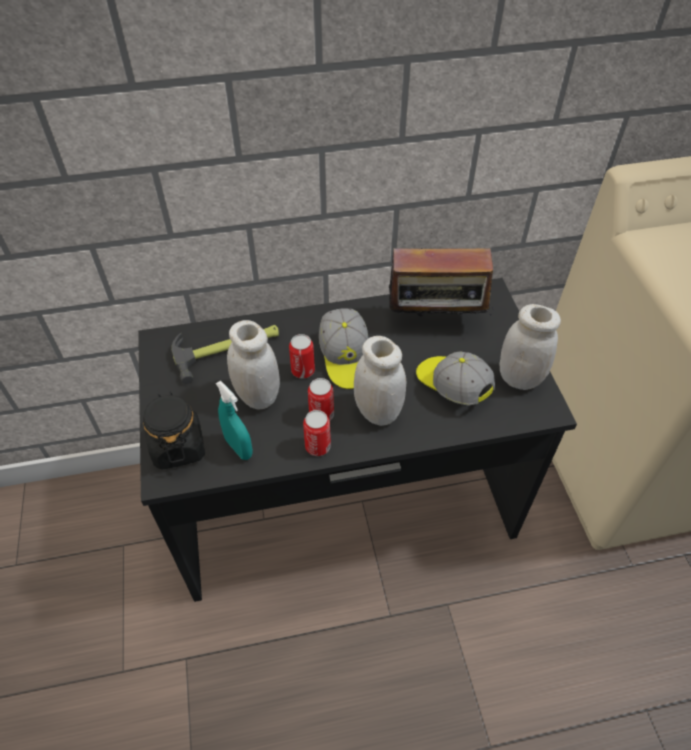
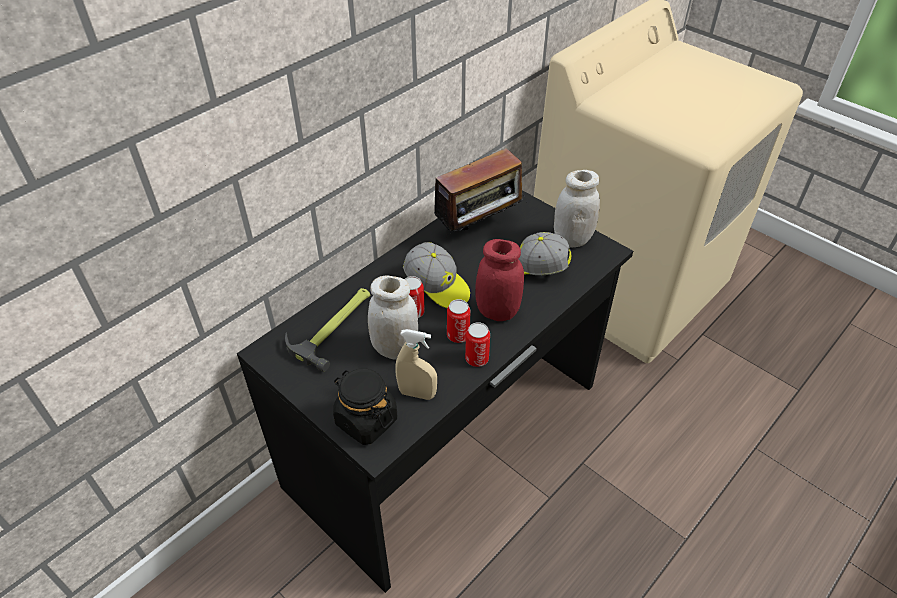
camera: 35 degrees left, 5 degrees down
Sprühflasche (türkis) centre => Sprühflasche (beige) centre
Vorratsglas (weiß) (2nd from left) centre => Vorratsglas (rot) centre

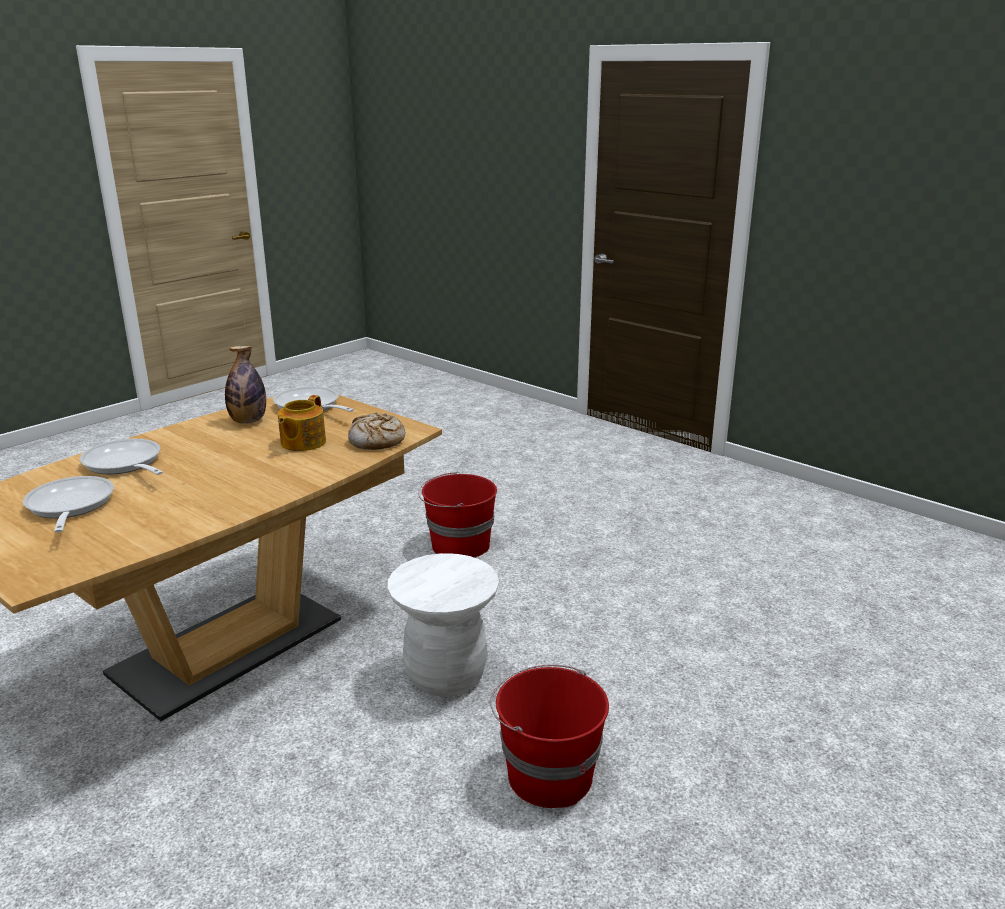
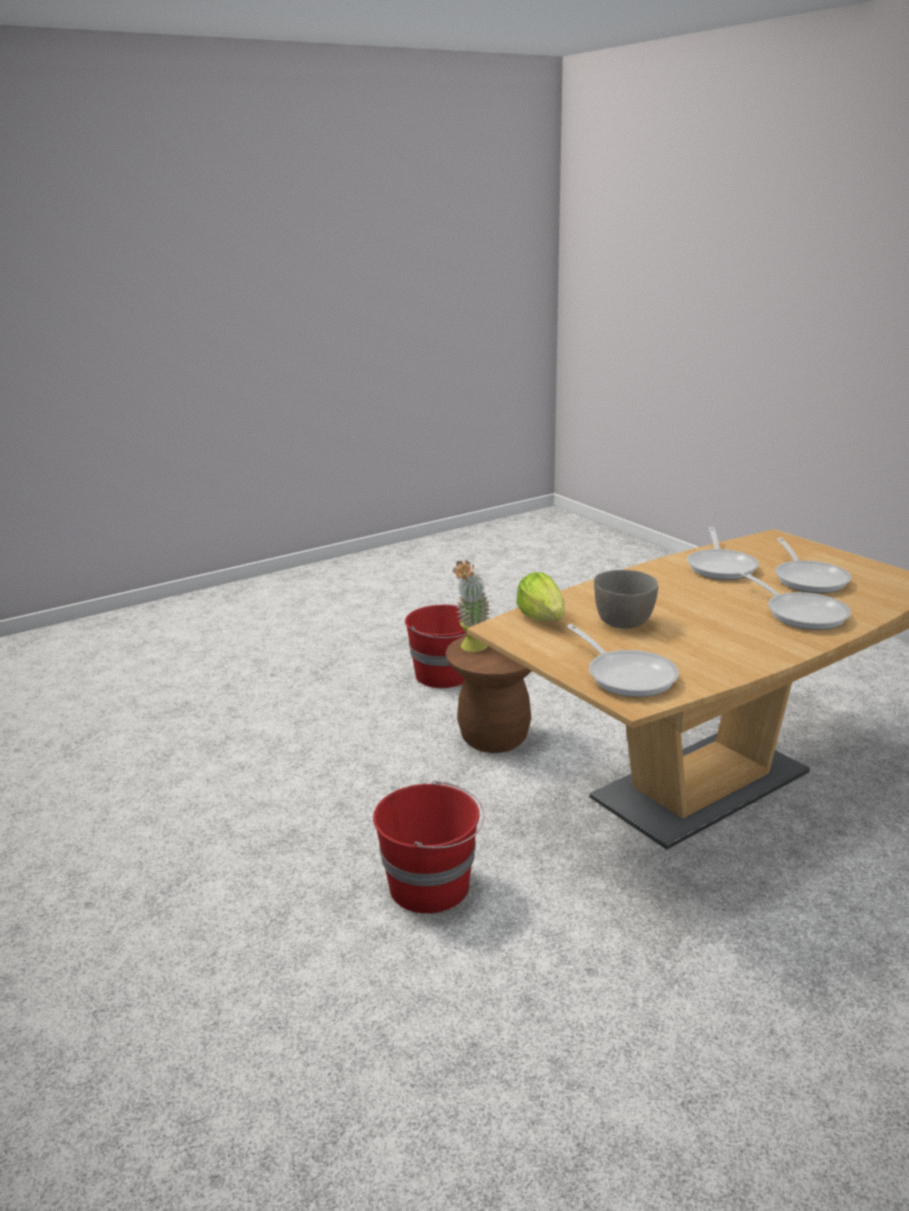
camera: 165 degrees left, 0 degrees up
Flasche middle left => nothing
nothing => Topfpflanze centre
nothing => Pfanne (2nd from left) middle right
Teekanne middle left => Schüssel (grau) middle right
Brot centre => Salatkopf centre
Hocker (weiß) bottom centre => Hocker (braun) centre

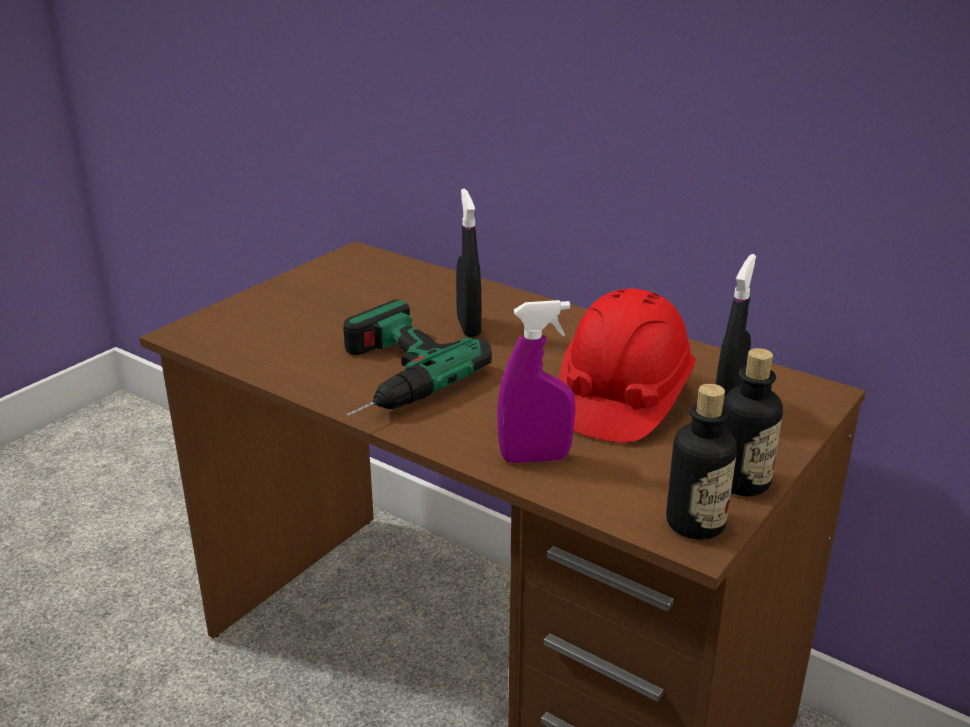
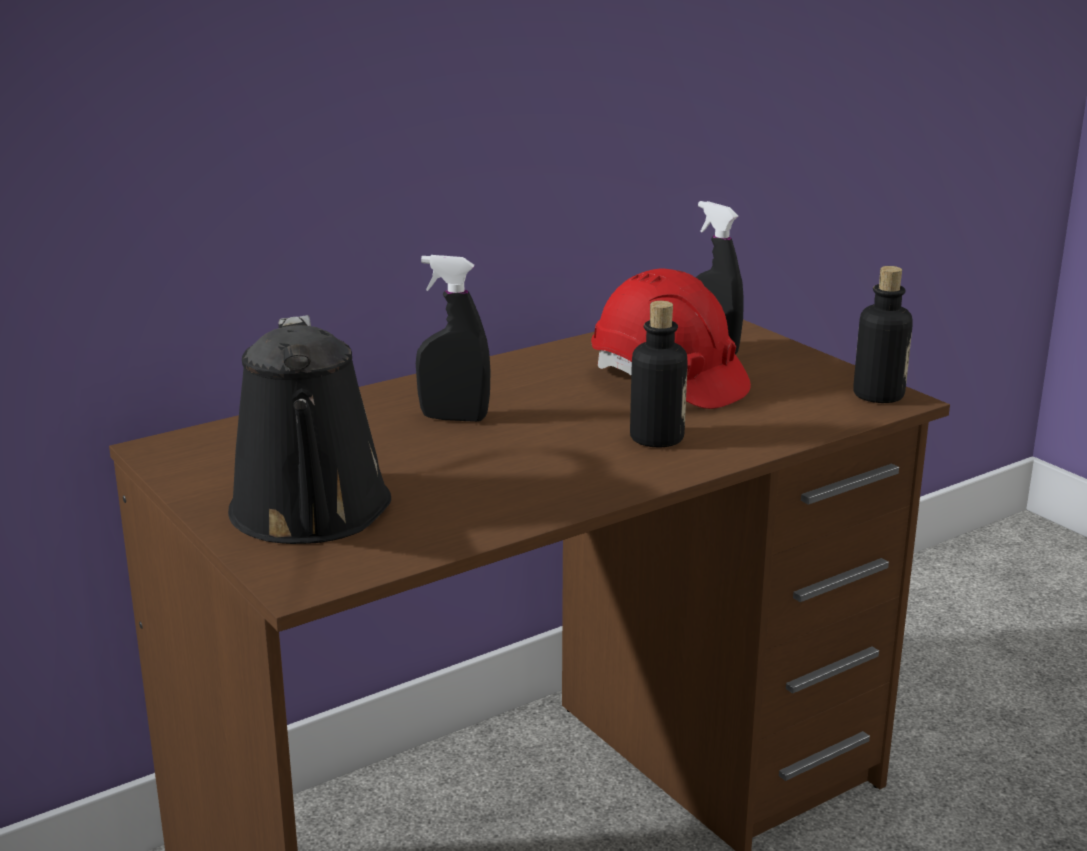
camera: 70 degrees left, 5 degrees down
Bohrmaschine centre => nothing
Sprühflasche (lila) centre => nothing
nothing => Gießkanne (schwarz) middle left
Flasche (2nd from left in the first image) middle right => Flasche (1st from left) centre, move

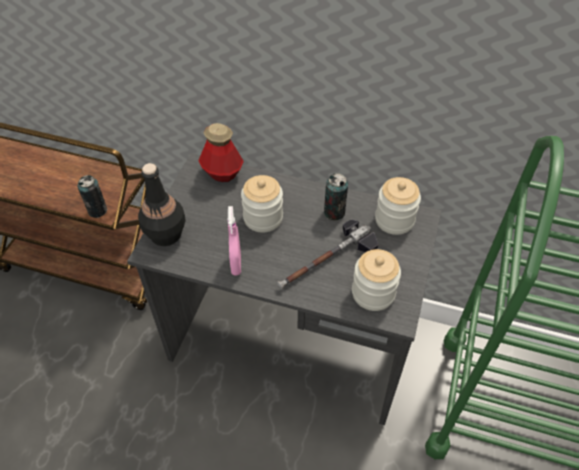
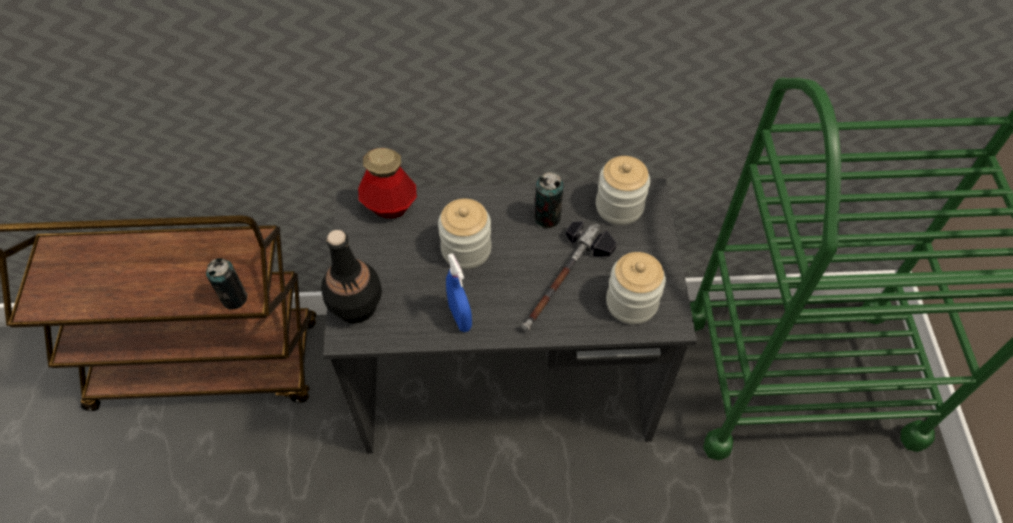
camera: 20 degrees left, 5 degrees up
Sprühflasche (rosa) centre => Sprühflasche (blau) centre

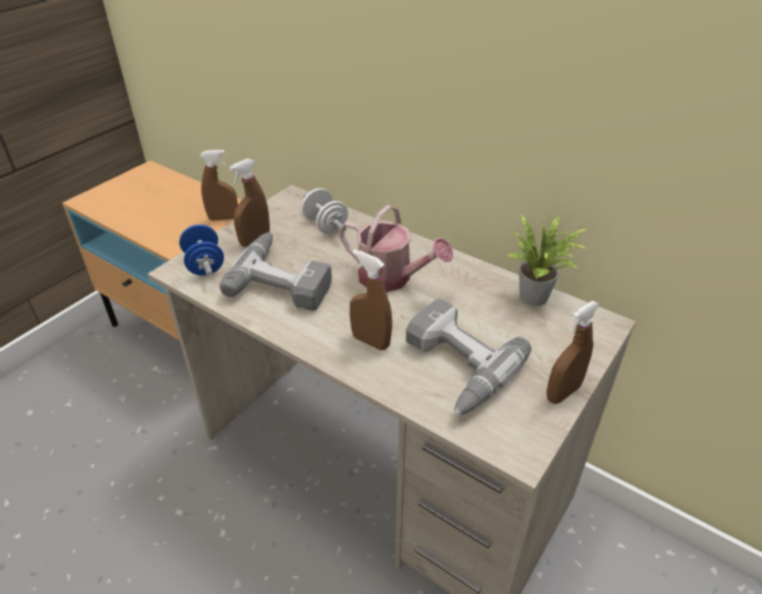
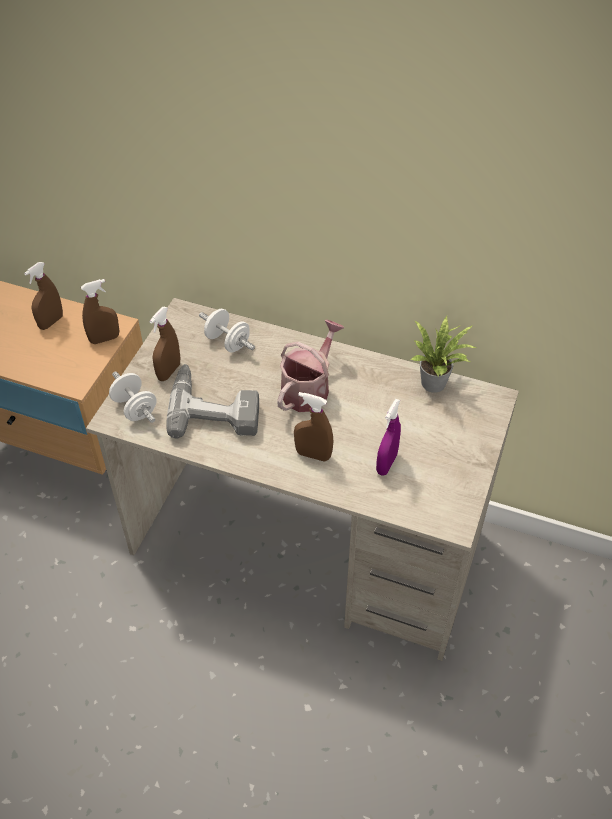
camera: 15 degrees left, 10 degrees up
Sprühflasche (braun) (4th from left in the first image) middle right => Sprühflasche (braun) (1st from left) middle left, move
Bohrmaschine (2nd from left) centre => Sprühflasche (lila) centre
Hantel (blau) middle left => Hantel (weiß) (1st from left) middle left
Gießkanne centre, 75 degrees counterclockwise

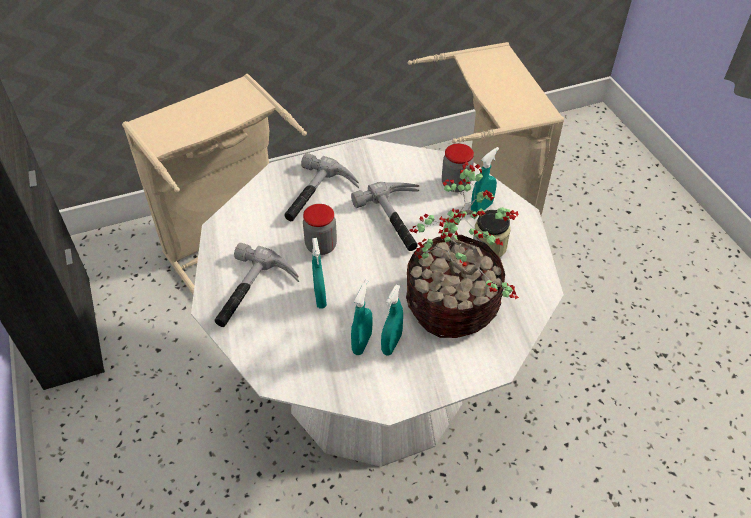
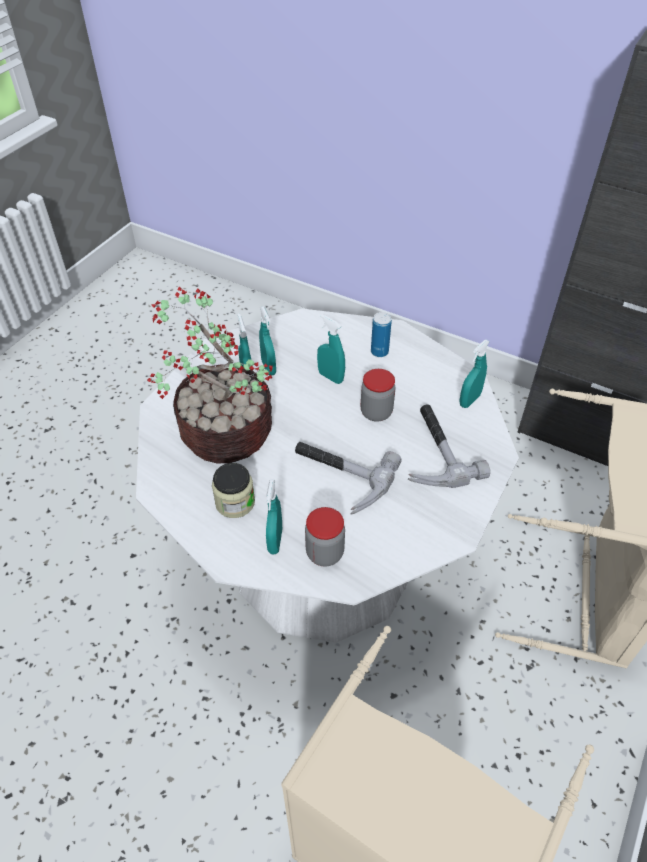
camera: 140 degrees right, 0 degrees up
nothing => Sprühflasche (türkis) (5th from left) middle right
Hammer (1st from left) centre => Dose centre

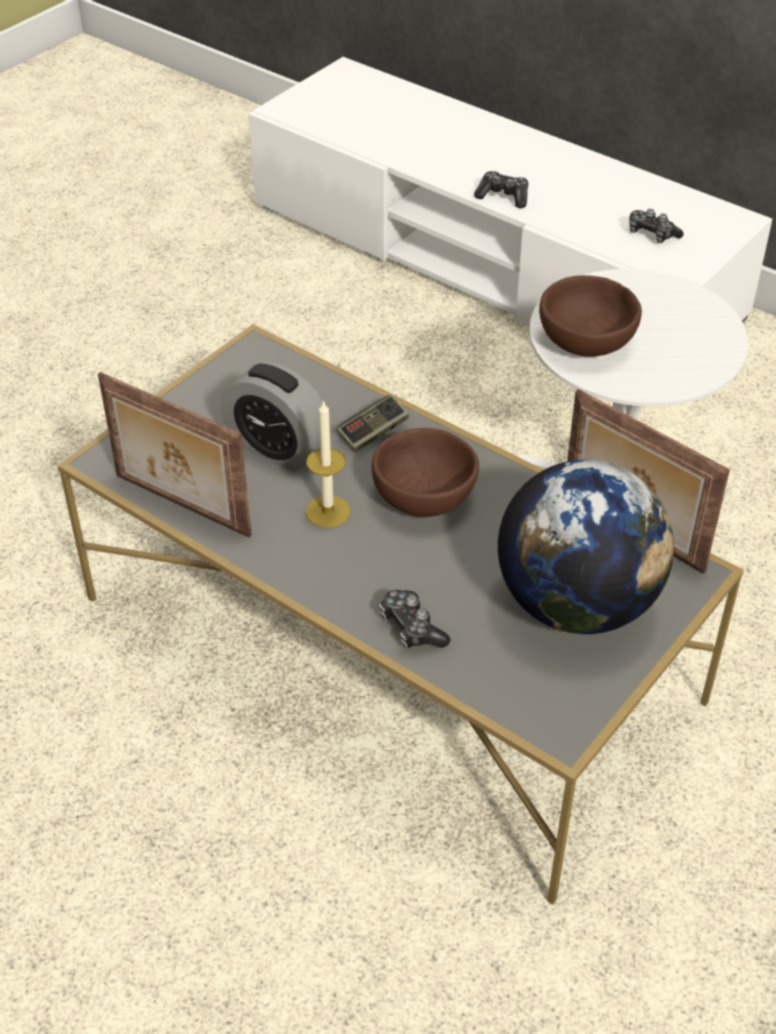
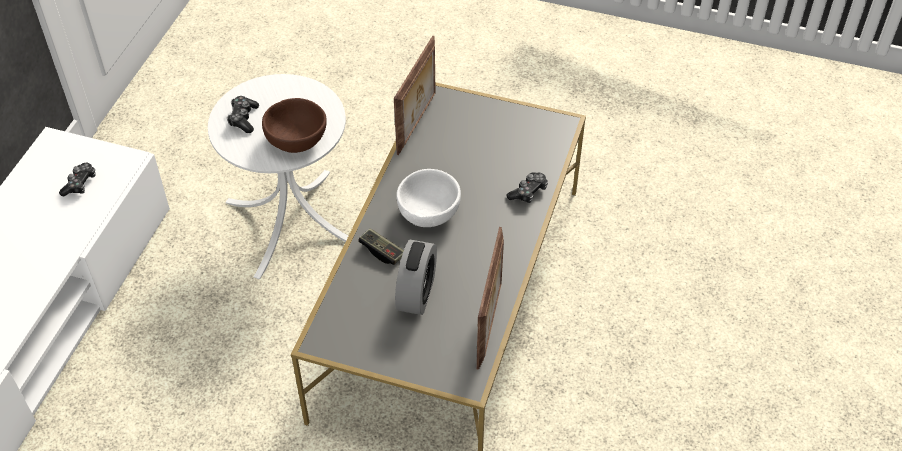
camera: 110 degrees left, 5 degrees up
Kerze centre => nothing
Globus middle right => nothing
Gamepad (3rd from left in the first image) top centre => Gamepad (2nd from left) top left, move
Schüssel (braun) (1st from left) centre => Schüssel (weiß) centre

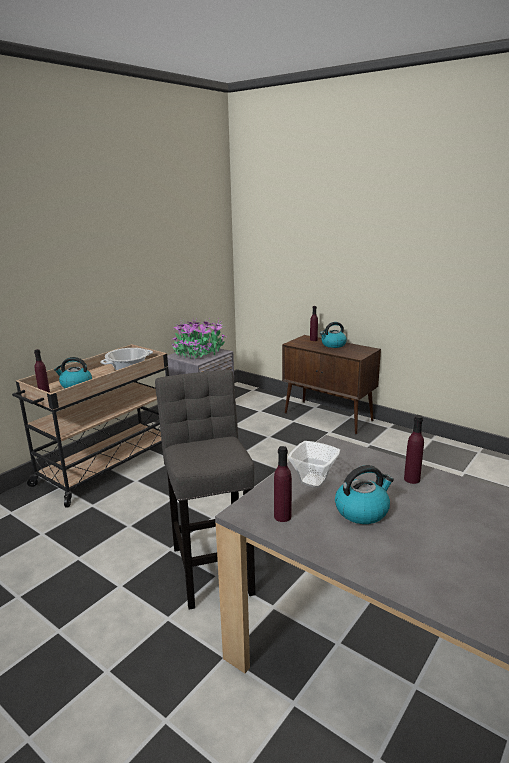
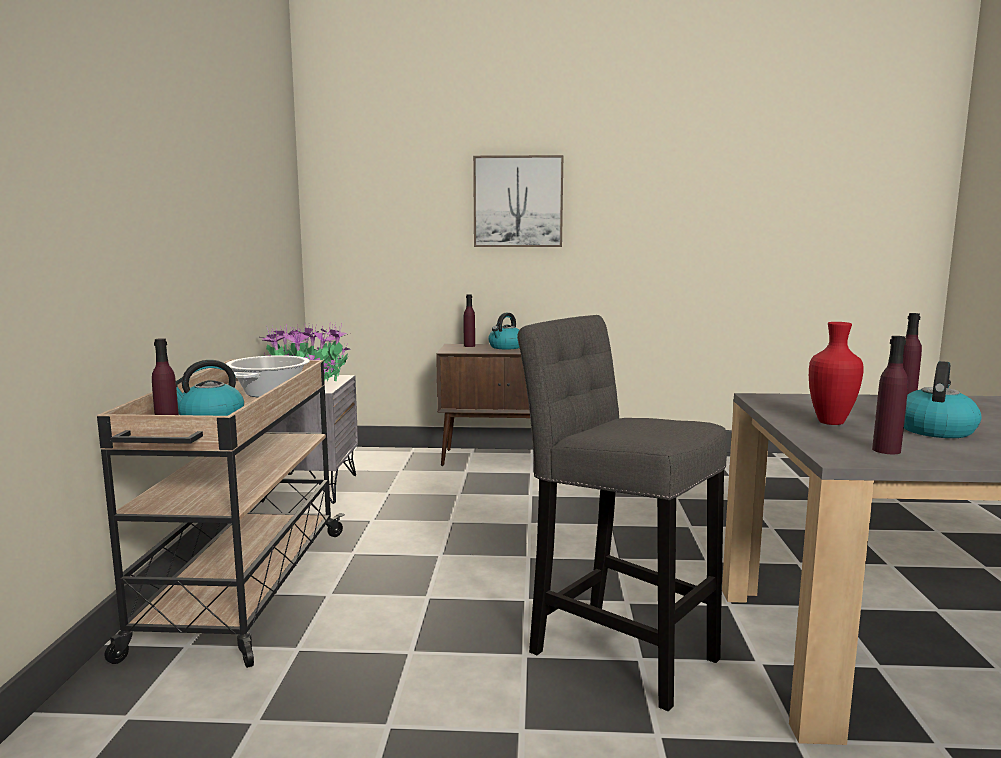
camera: 35 degrees left, 10 degrees down
nothing => Bild top centre
Schüssel centre => Vase (rot) middle right

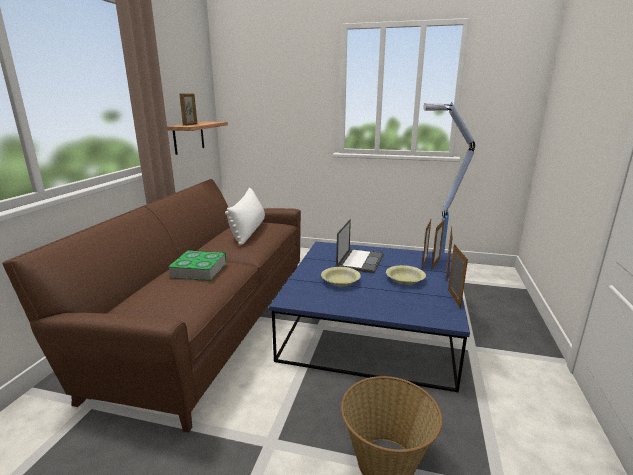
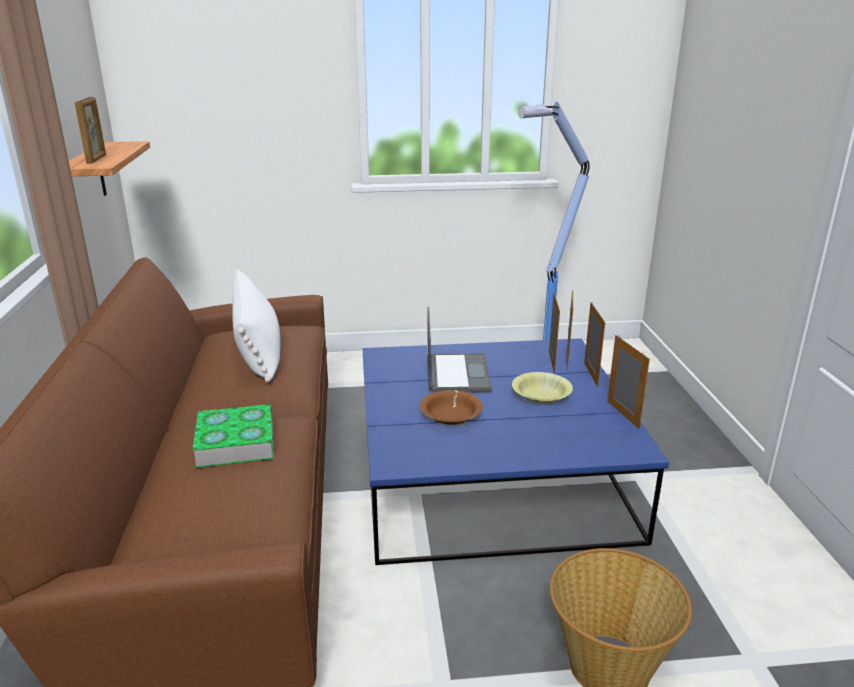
camera: 20 degrees left, 5 degrees up
Schüssel (gelb) (1st from left) centre => Schüssel (braun) centre

